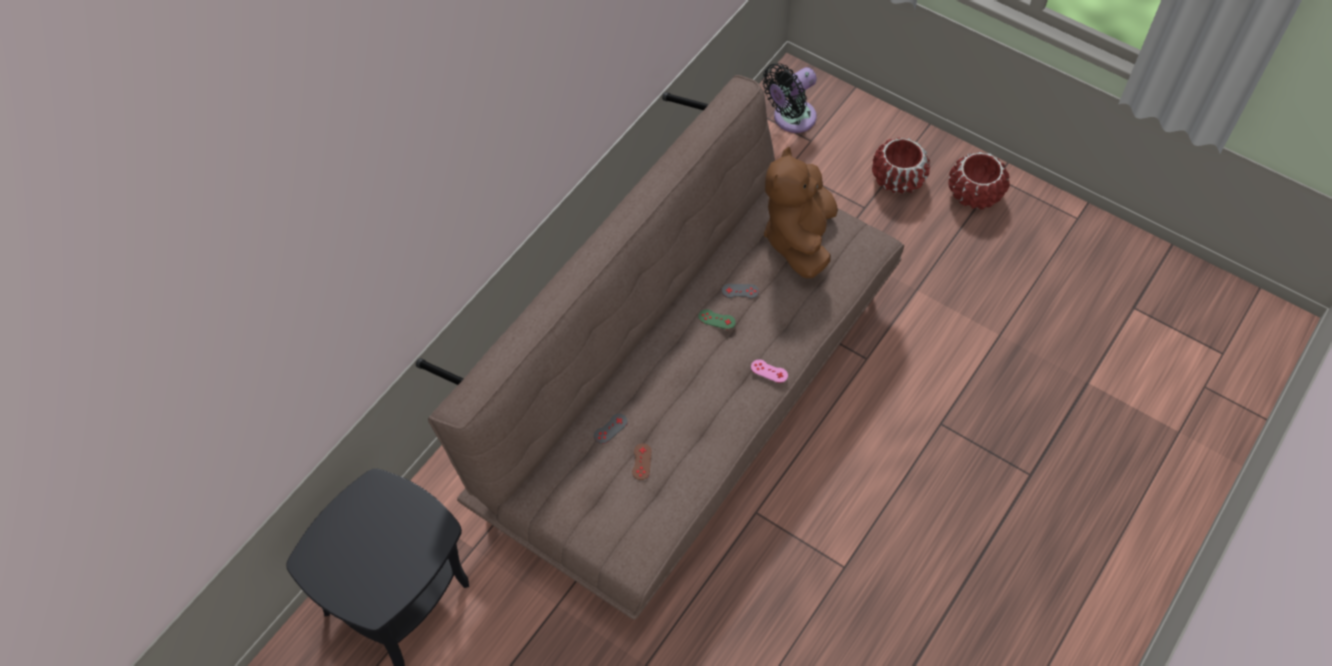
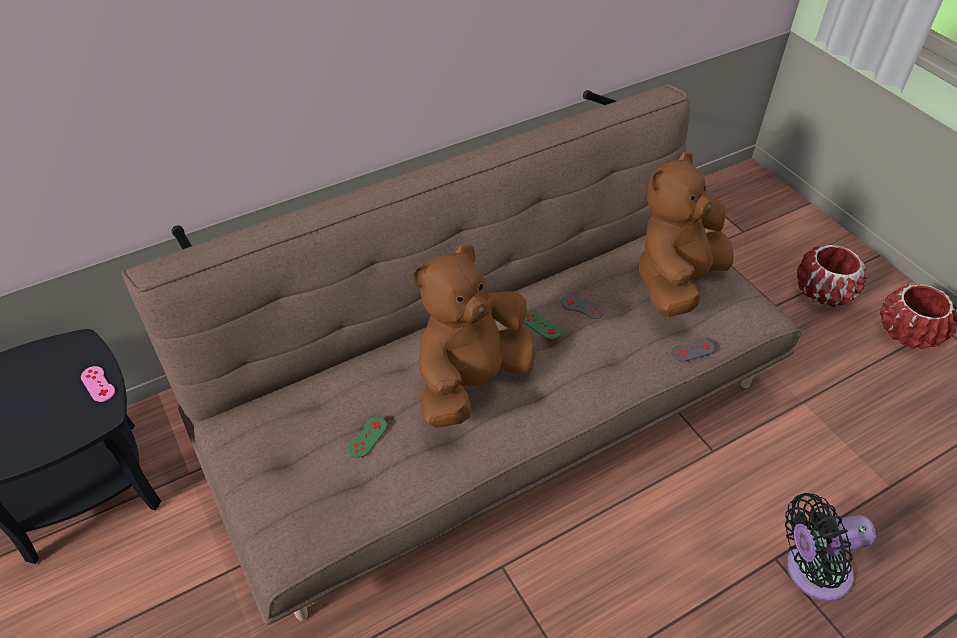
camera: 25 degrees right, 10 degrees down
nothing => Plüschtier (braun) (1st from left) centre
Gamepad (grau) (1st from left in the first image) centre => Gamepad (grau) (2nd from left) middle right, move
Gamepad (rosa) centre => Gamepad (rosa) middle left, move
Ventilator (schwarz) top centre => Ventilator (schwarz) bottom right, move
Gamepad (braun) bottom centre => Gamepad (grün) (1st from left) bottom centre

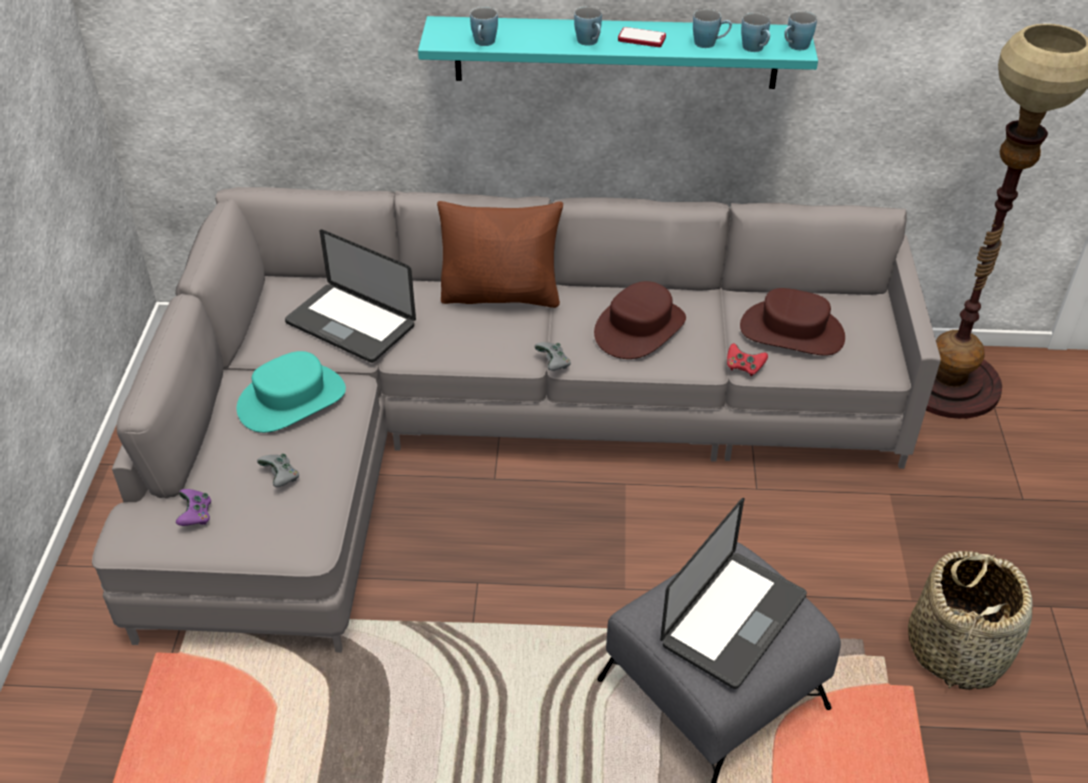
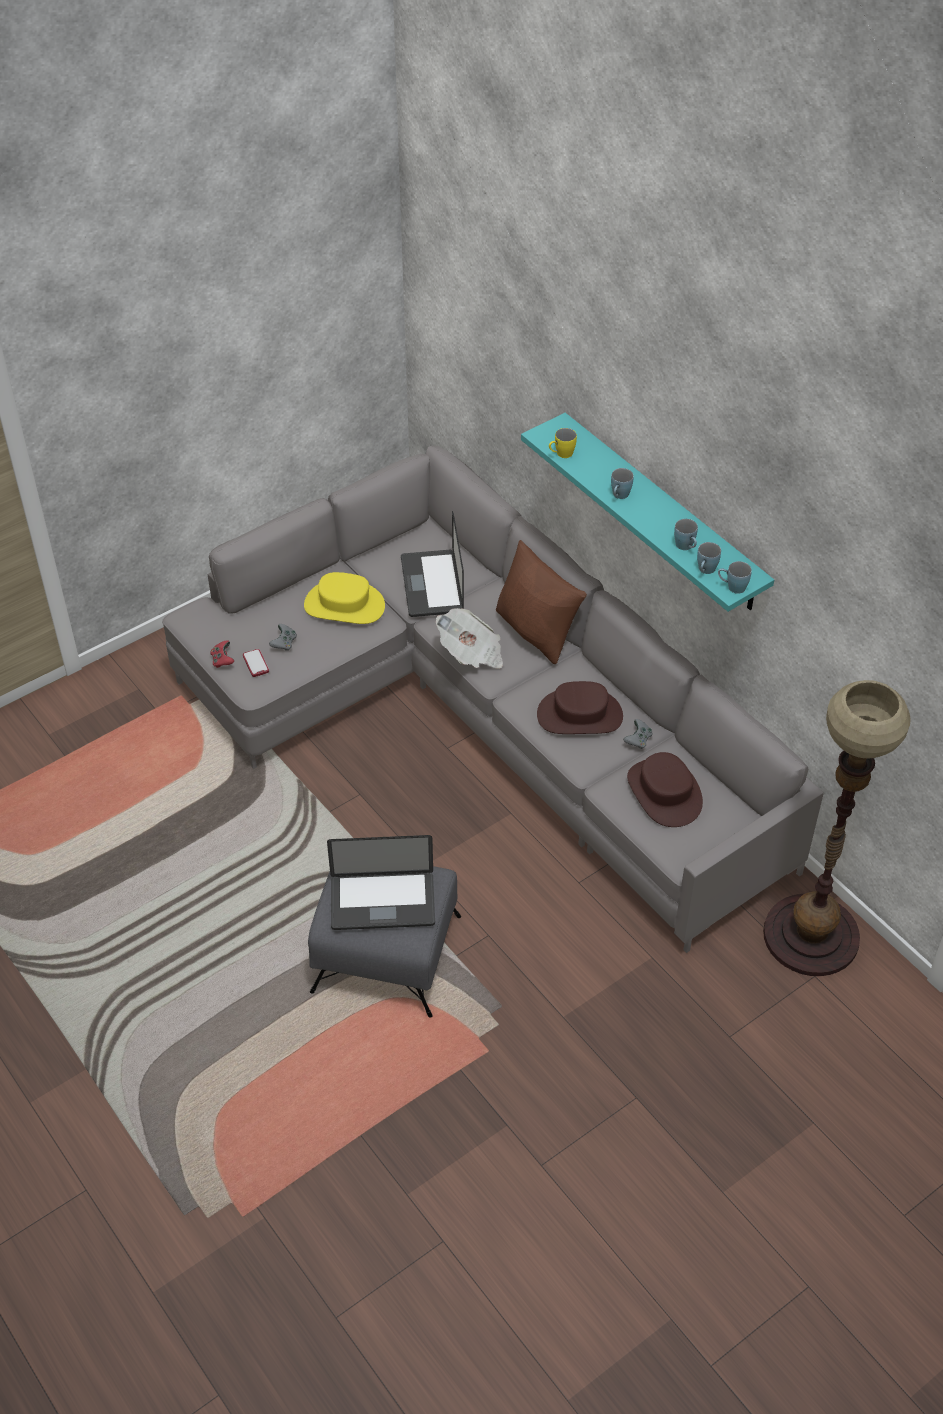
camera: 50 degrees right, 5 degrees up
Gamepad (lila) middle left => nothing
Korb bottom right => nothing
nothing => Zeitung centre
Gamepad (grau) (2nd from left) centre => Gamepad (grau) (2nd from left) middle right, move
Handy top centre => Handy middle left, move
Gamepad (rot) middle right => Gamepad (rot) middle left, move
Hut (türkis) middle left => Hut (gelb) centre
Henkelbecher (blau) (1st from left) top centre => Henkelbecher (gelb) top centre

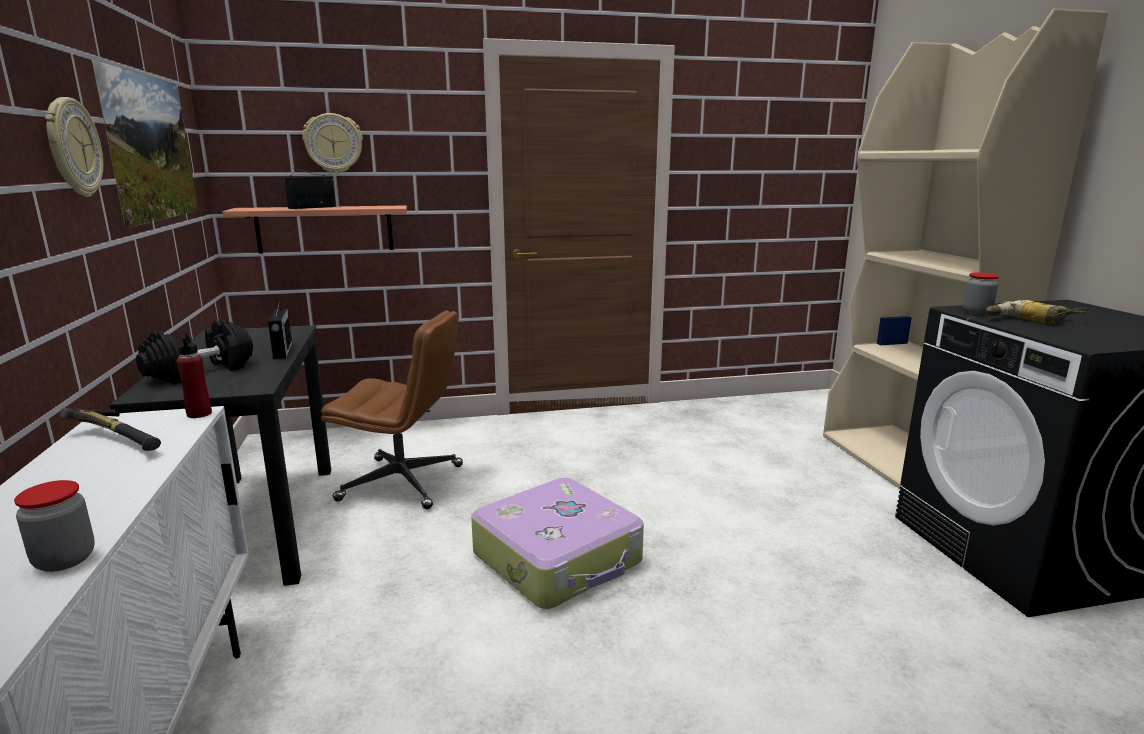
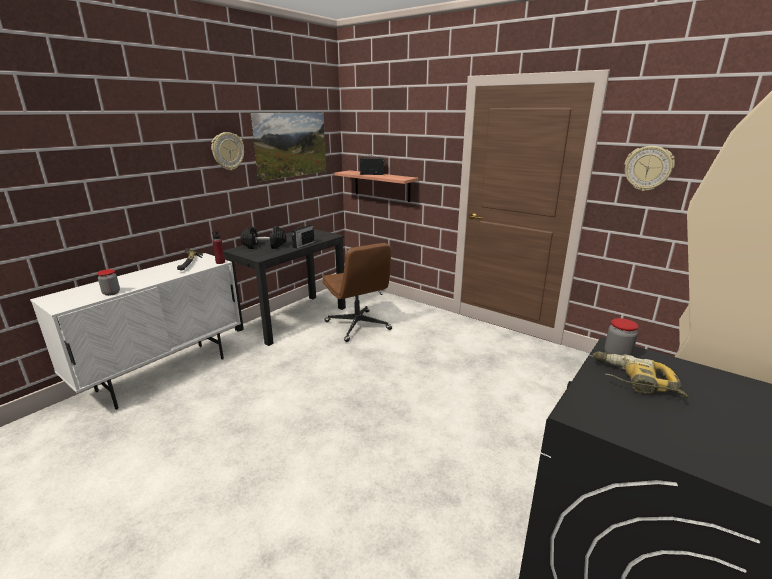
camera: 50 degrees right, 5 degrees up
Koffer bottom centre => nothing
Wanduhr (2nd from left) top left => Wanduhr (2nd from left) top right, move

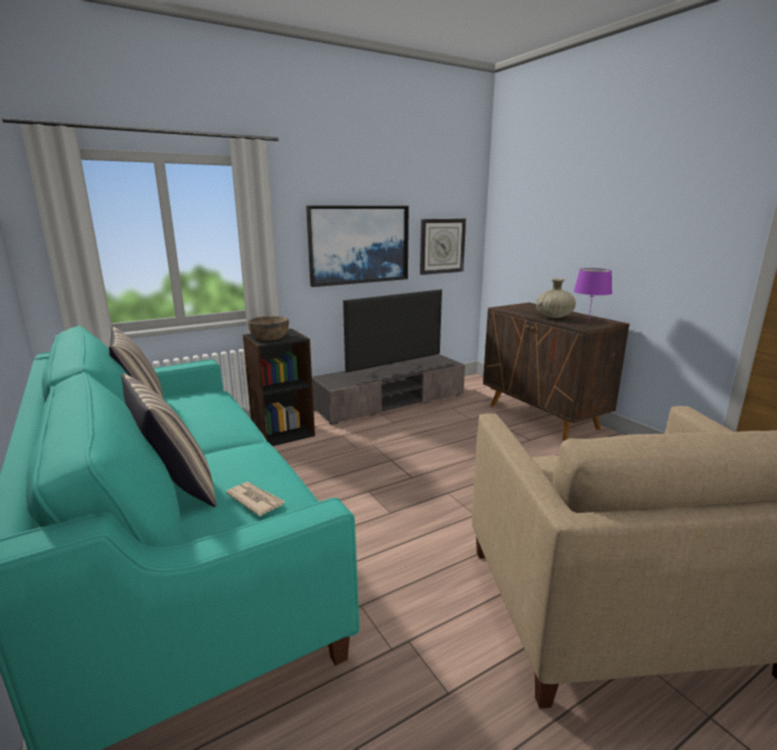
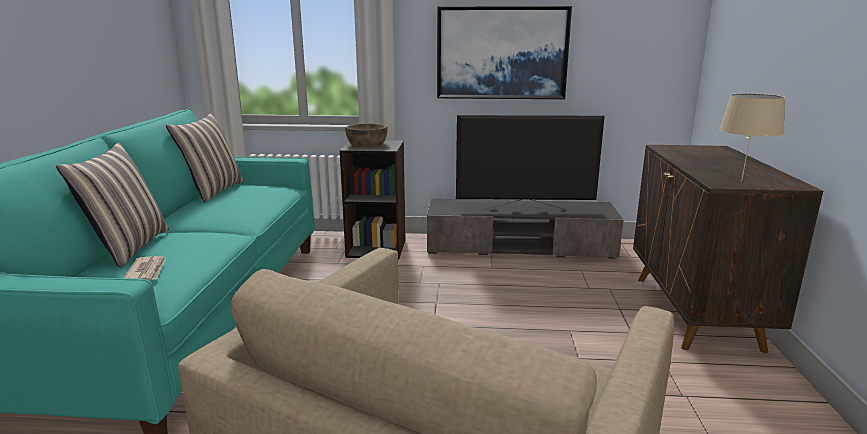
camera: 35 degrees right, 0 degrees up
Wanduhr top centre => nothing
Vase (beige) middle right => nothing
Tischlampe (lila) middle right => Tischlampe (beige) top right

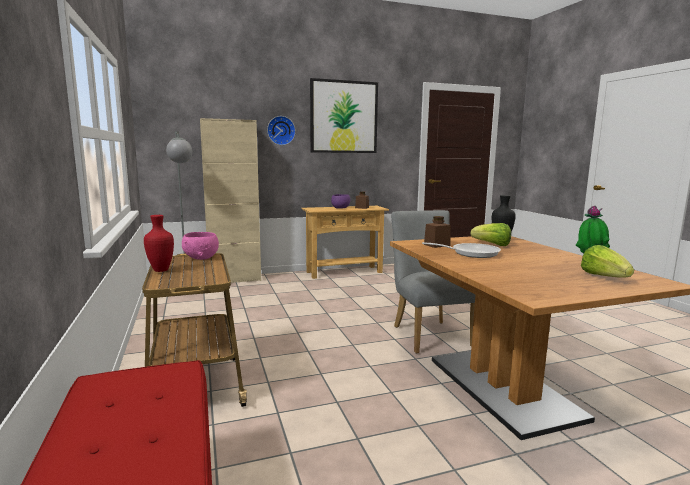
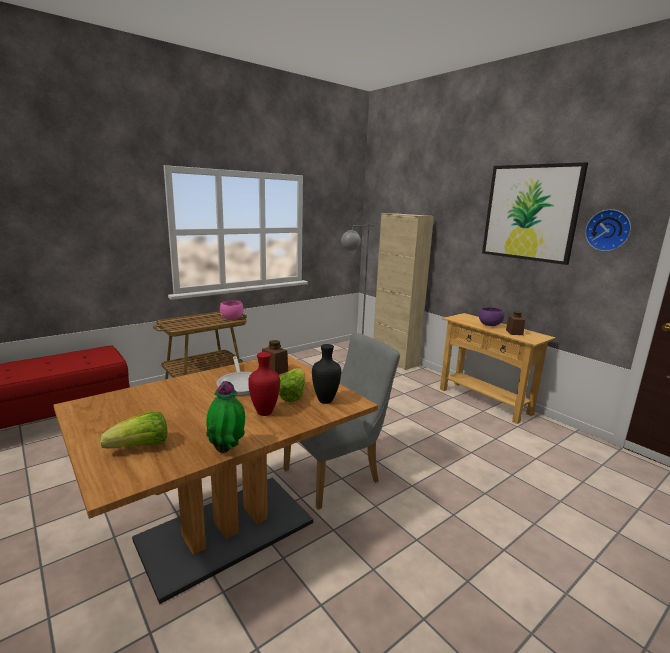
camera: 70 degrees right, 5 degrees up
Vase (rot) middle left => Vase (rot) centre, move
Wanduhr top centre => Wanduhr middle right, move

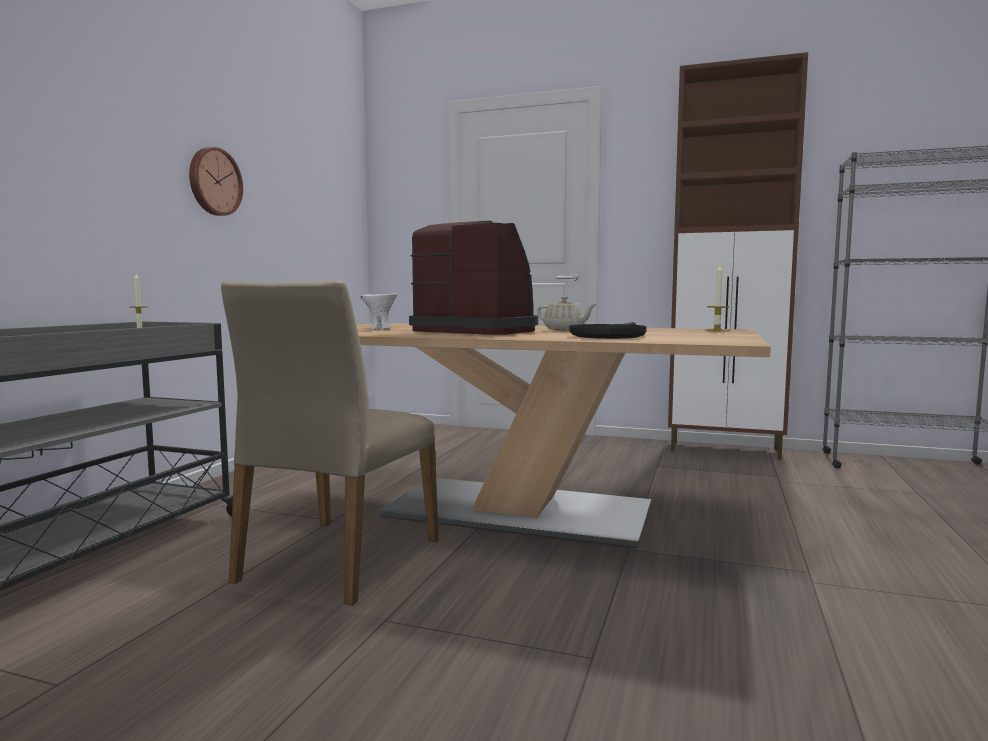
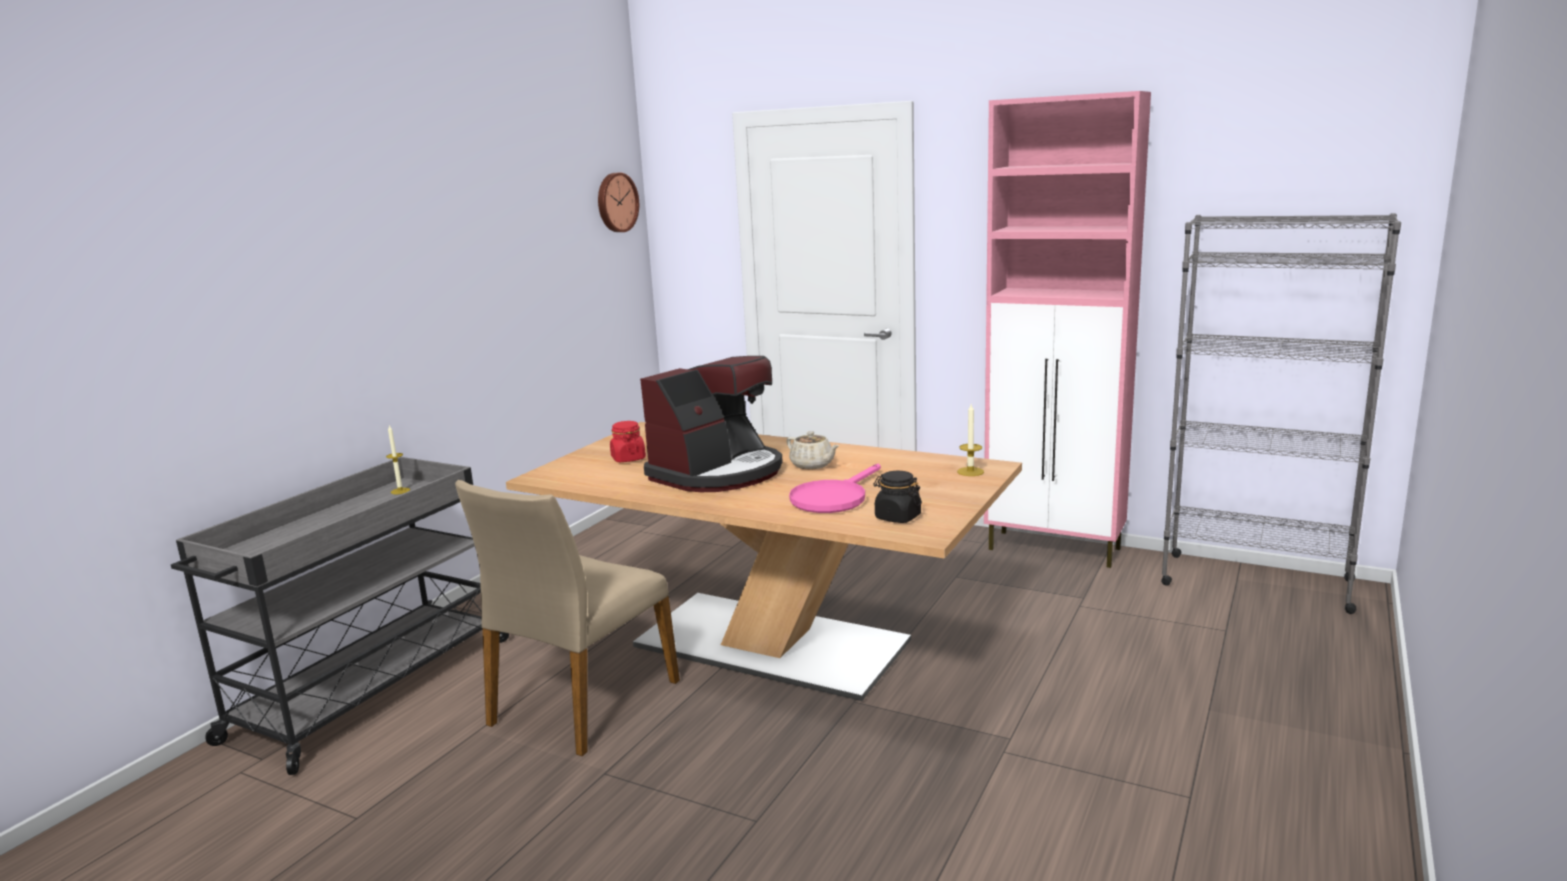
camera: 10 degrees right, 10 degrees up
nothing => Vorratsglas (schwarz) centre
Wanduhr top left => Wanduhr top centre, move
Schüssel (weiß) centre => Vorratsglas (rot) centre
Pfanne (schwarz) centre => Pfanne (rosa) centre
Schrank (braun) middle right => Schrank (rosa) middle right
Kaffeemaschine centre, 90 degrees clockwise

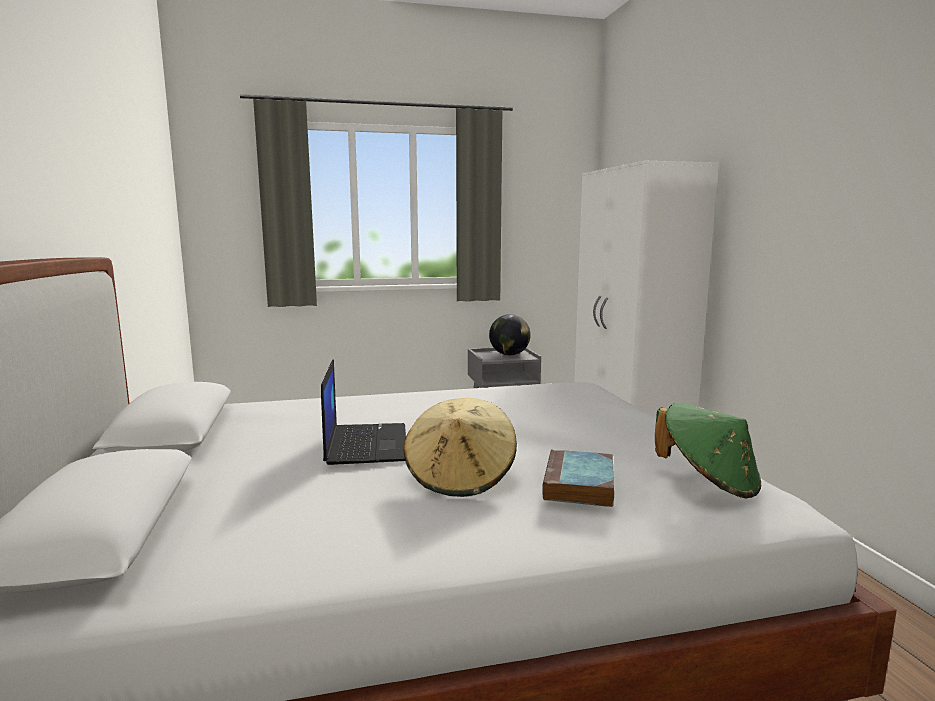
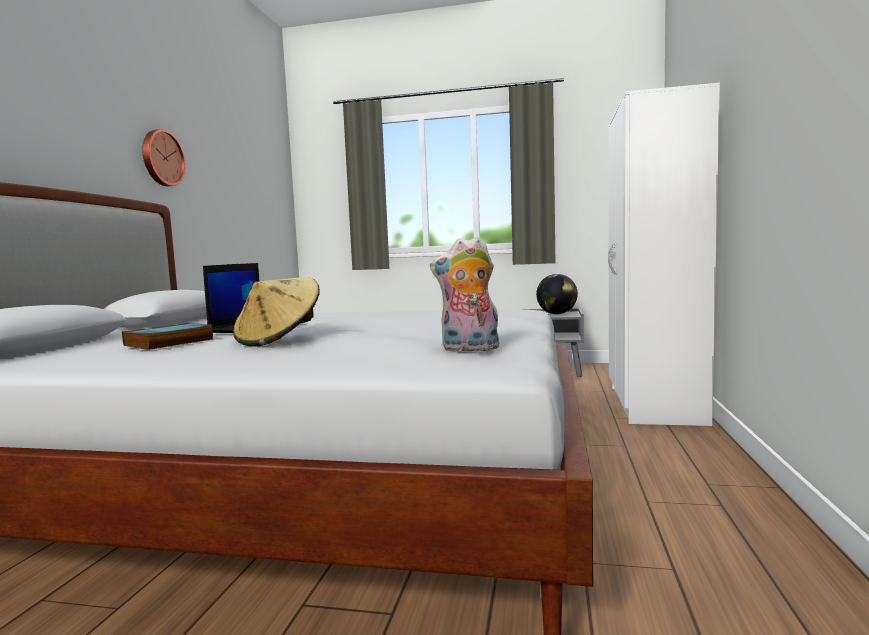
camera: 25 degrees right, 5 degrees down
nothing => Wanduhr top left
Buch bottom centre => Buch middle left, move
Hut (grün) middle right => Plüschtier centre

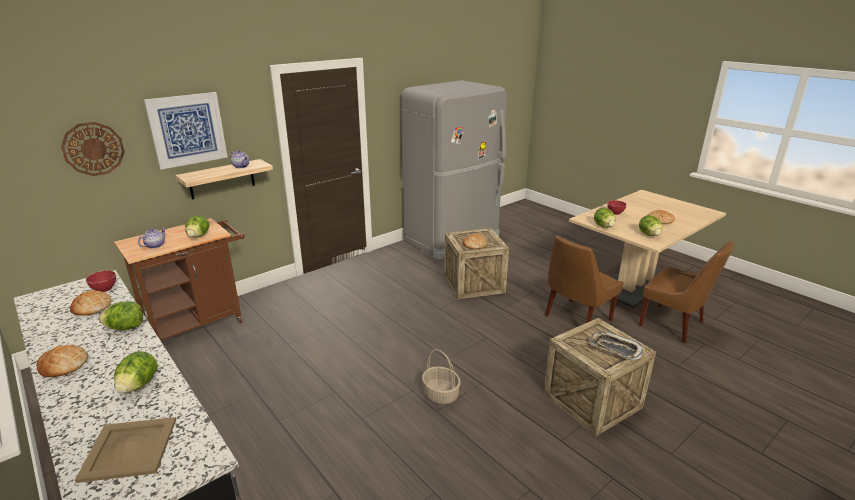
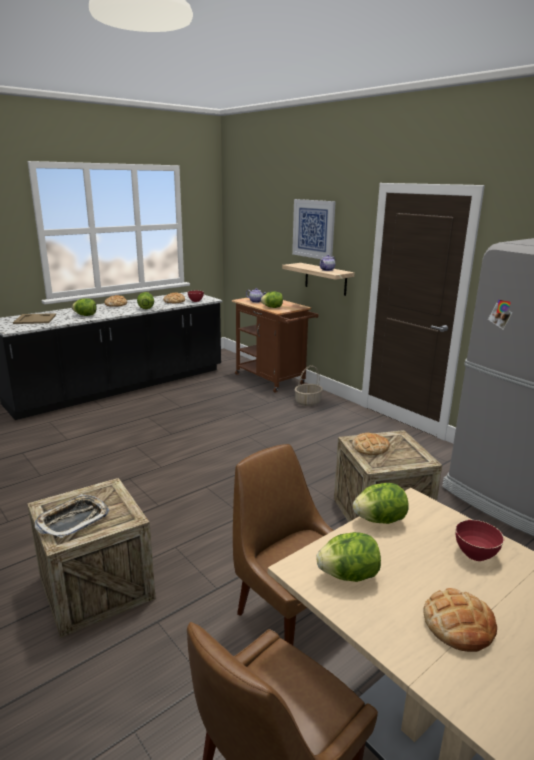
camera: 90 degrees right, 5 degrees down
Wanduhr top left => nothing
Korb bottom centre => Korb centre, move

